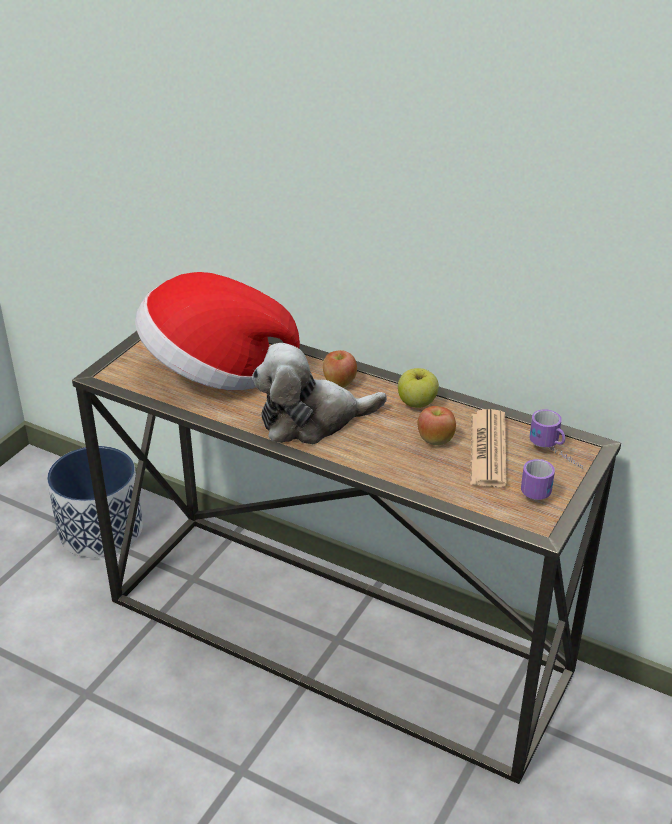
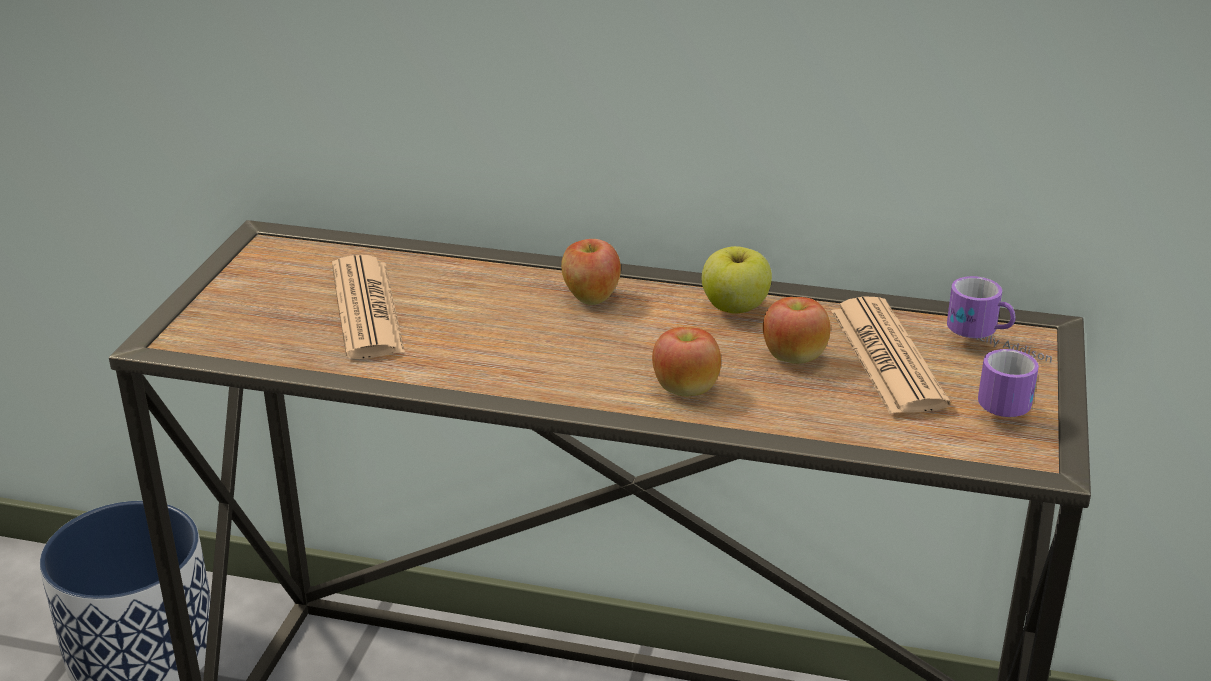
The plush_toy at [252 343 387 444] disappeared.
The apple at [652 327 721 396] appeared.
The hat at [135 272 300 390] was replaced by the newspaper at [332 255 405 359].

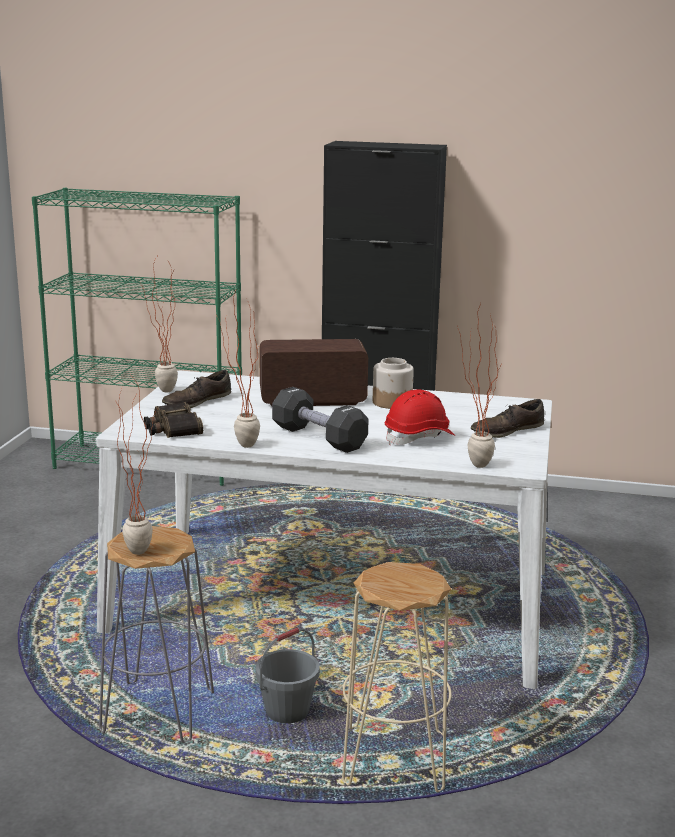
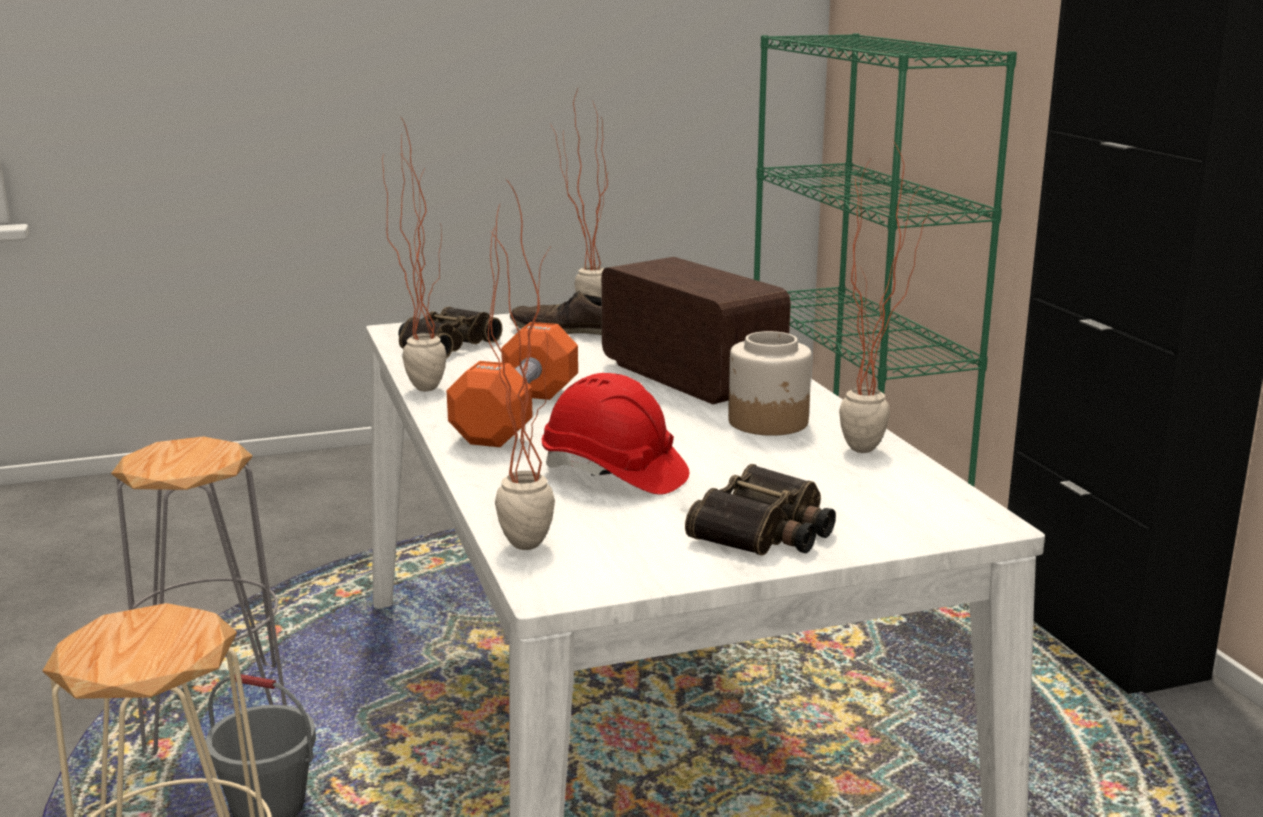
The potted_plant moved from [116 379 157 555] to [839 140 930 453].
The brown_shoe at [471 399 544 438] was replaced by the binoculars at [685 464 836 555].
The black_dumbbell at [272 387 369 453] became the orange_dumbbell at [447 322 578 447].

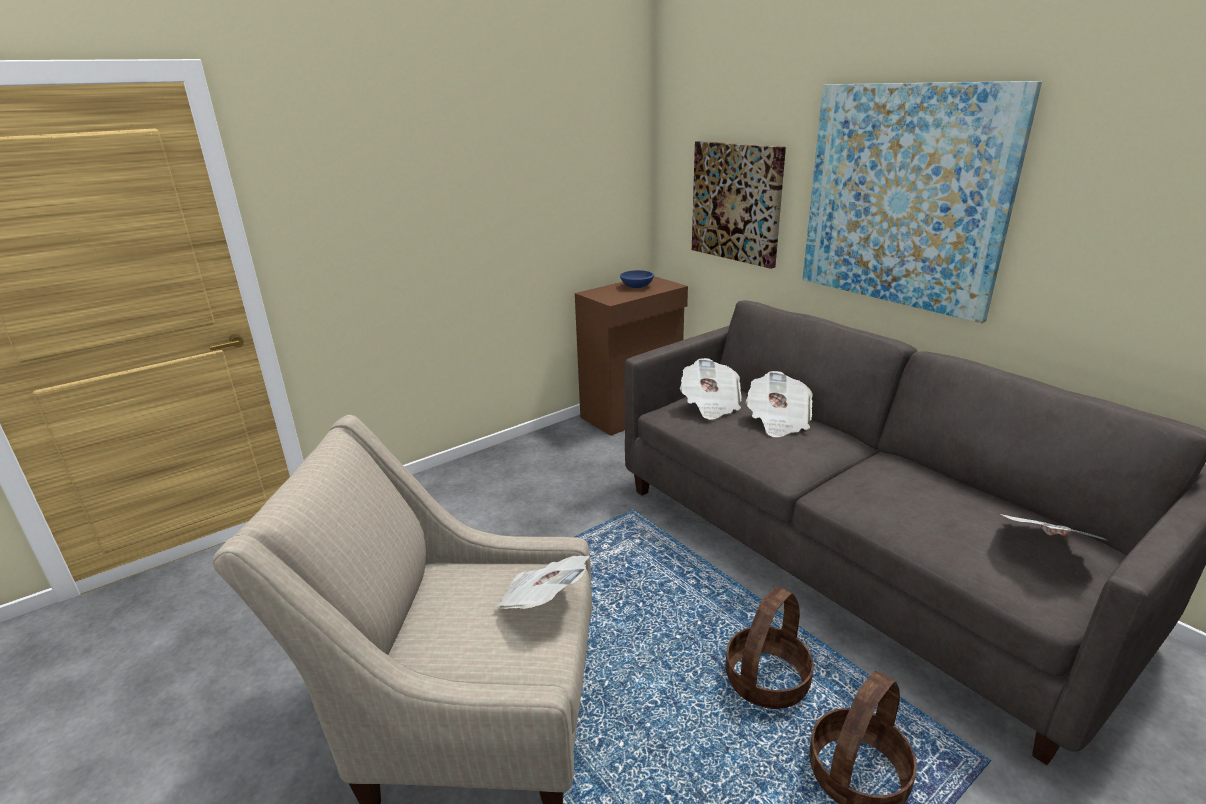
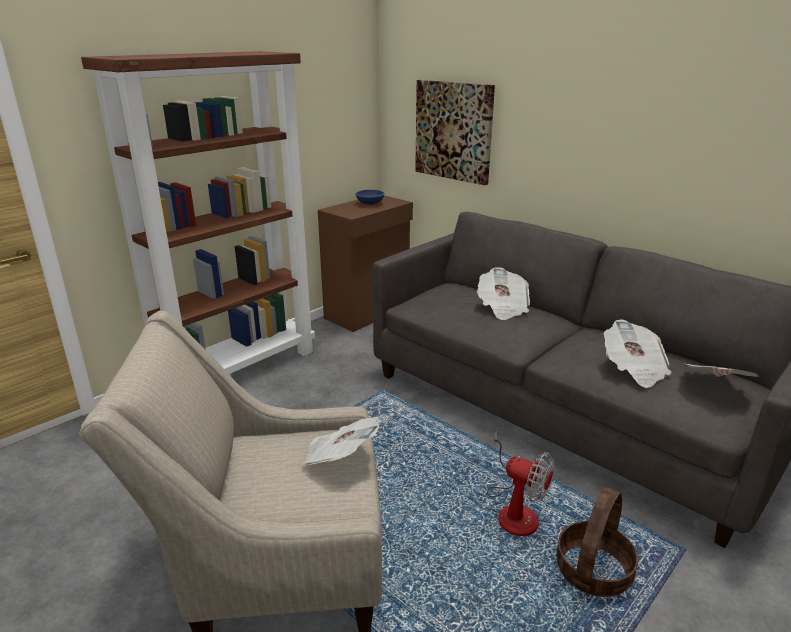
The picture at [802 81 1042 323] disappeared.
The brown_bookcase at [81 51 315 374] appeared.
The newspaper moved from [680 358 741 420] to [604 320 671 388].
The basket at [725 586 814 709] was replaced by the fan at [487 432 555 536].

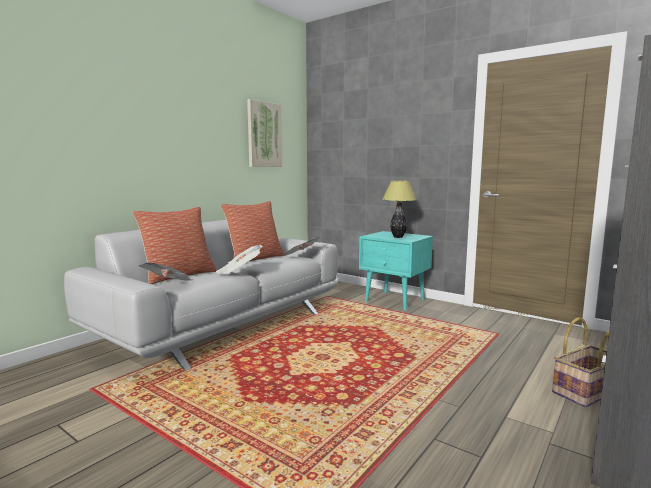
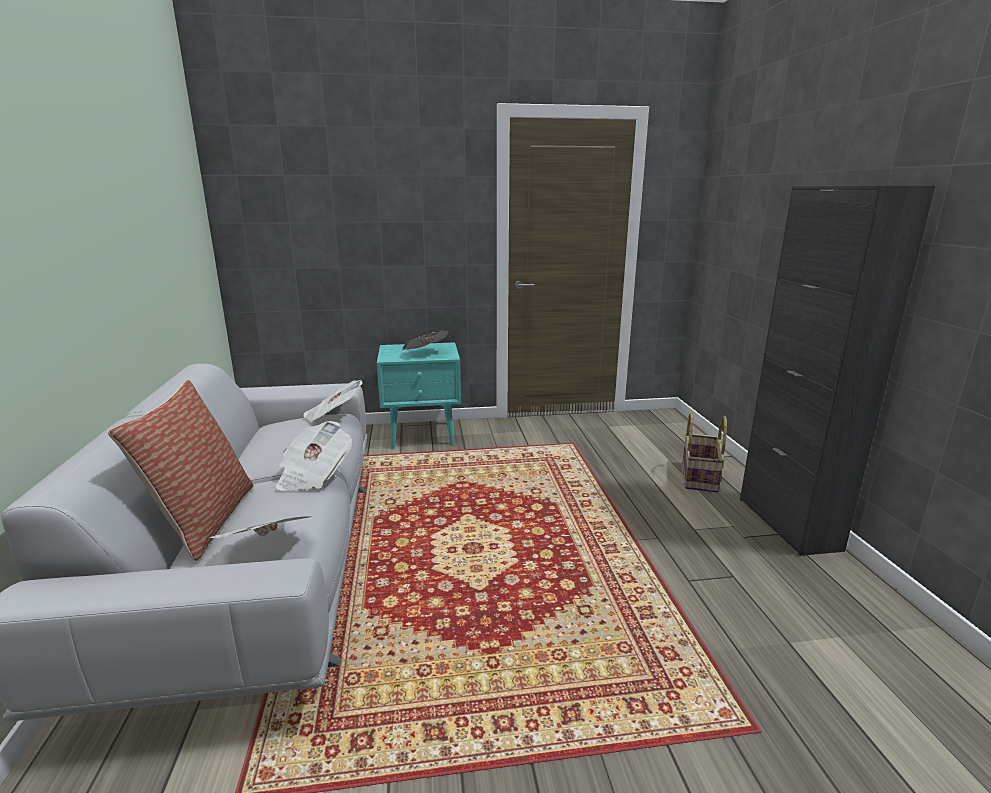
The pillow at [221 201 285 261] disappeared.
The picture at [247 99 282 167] disappeared.
The table_lamp at [382 181 417 238] was replaced by the newspaper at [402 330 449 350].

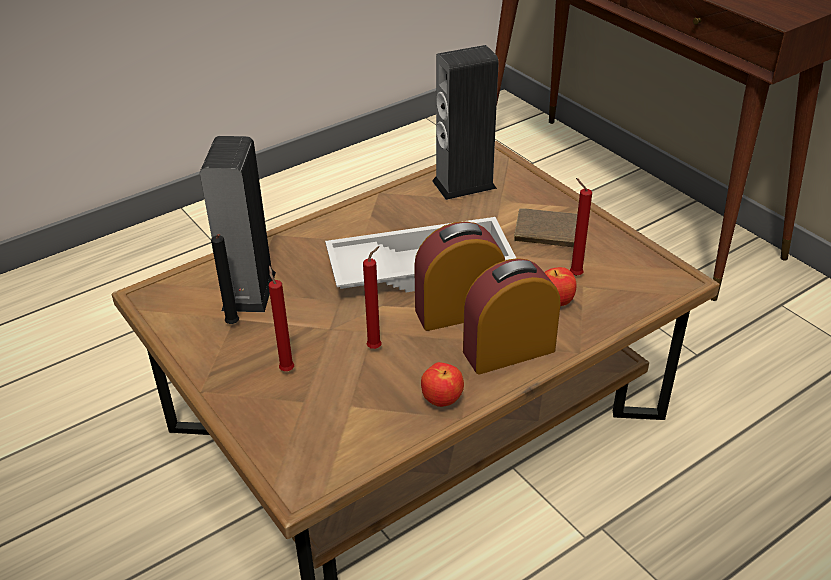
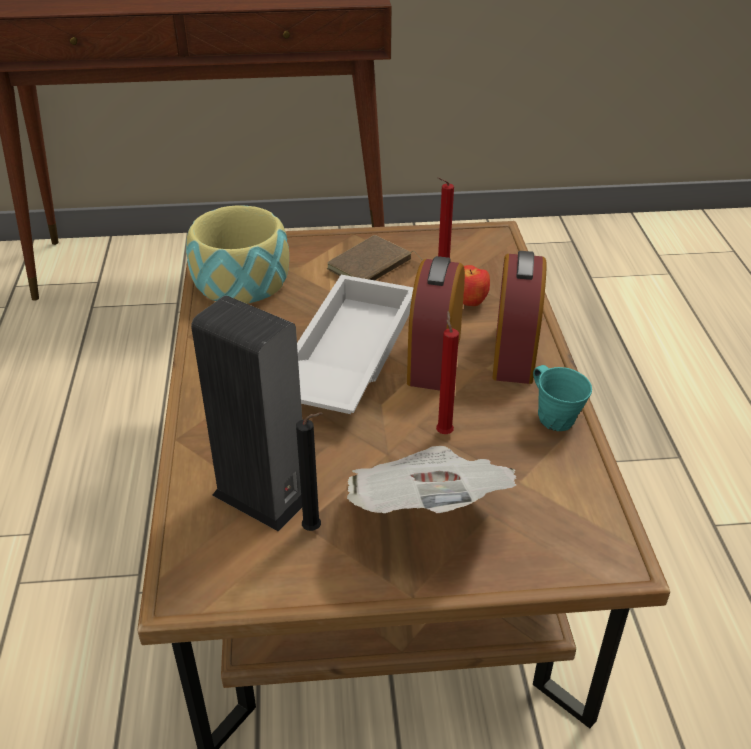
The red_candle at [269 266 294 371] was replaced by the newspaper at [347 446 516 513].
The apple at [421 362 464 407] was replaced by the turquoise_mug at [533 365 592 431].
The speaker at [432 45 499 200] was replaced by the bowl at [186 205 289 304].

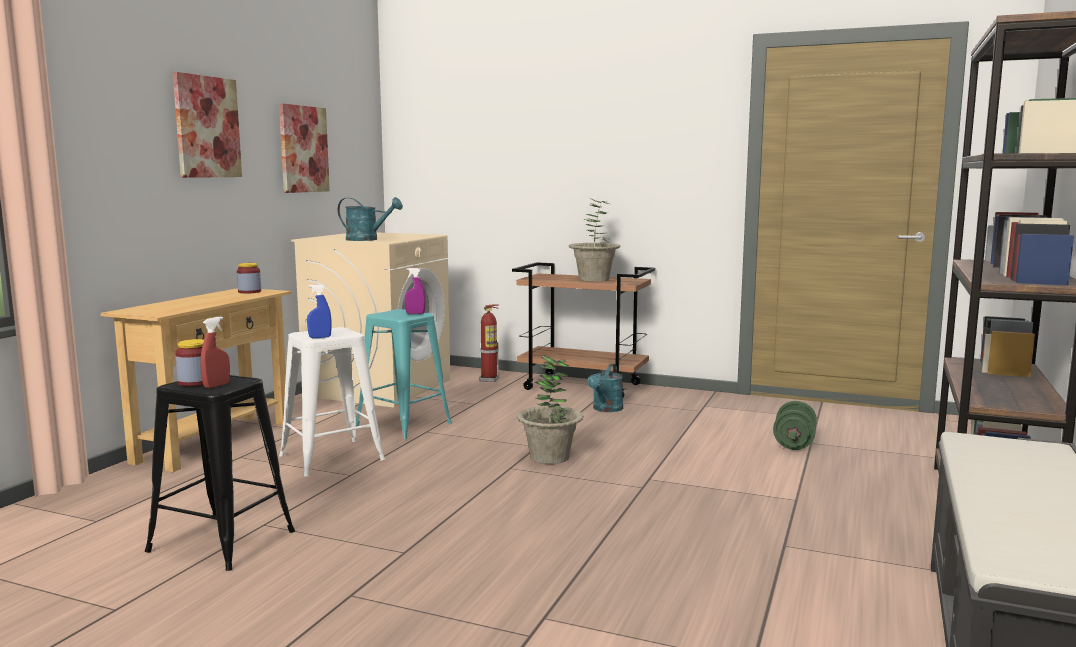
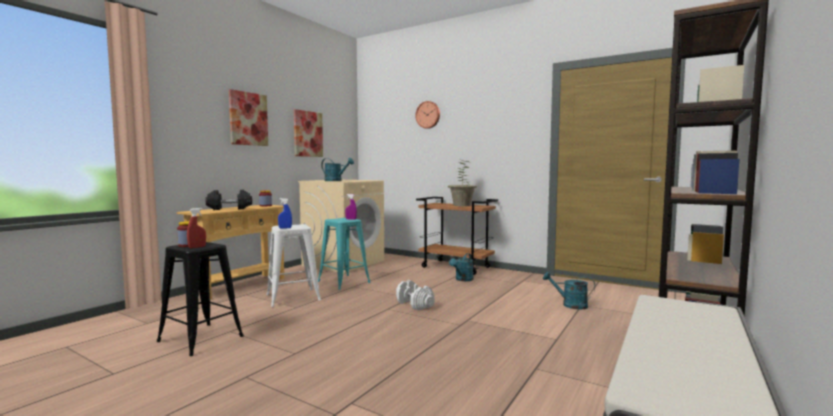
The fire_extinguisher at [479 305 499 382] disappeared.
The black_dumbbell at [206 190 252 210] appeared.
The wall_clock at [415 101 440 129] appeared.
The potted_plant at [517 355 583 464] was replaced by the white_dumbbell at [396 280 435 310].
The green_dumbbell at [773 401 817 450] was replaced by the turquoise_watering_can at [543 272 595 310].

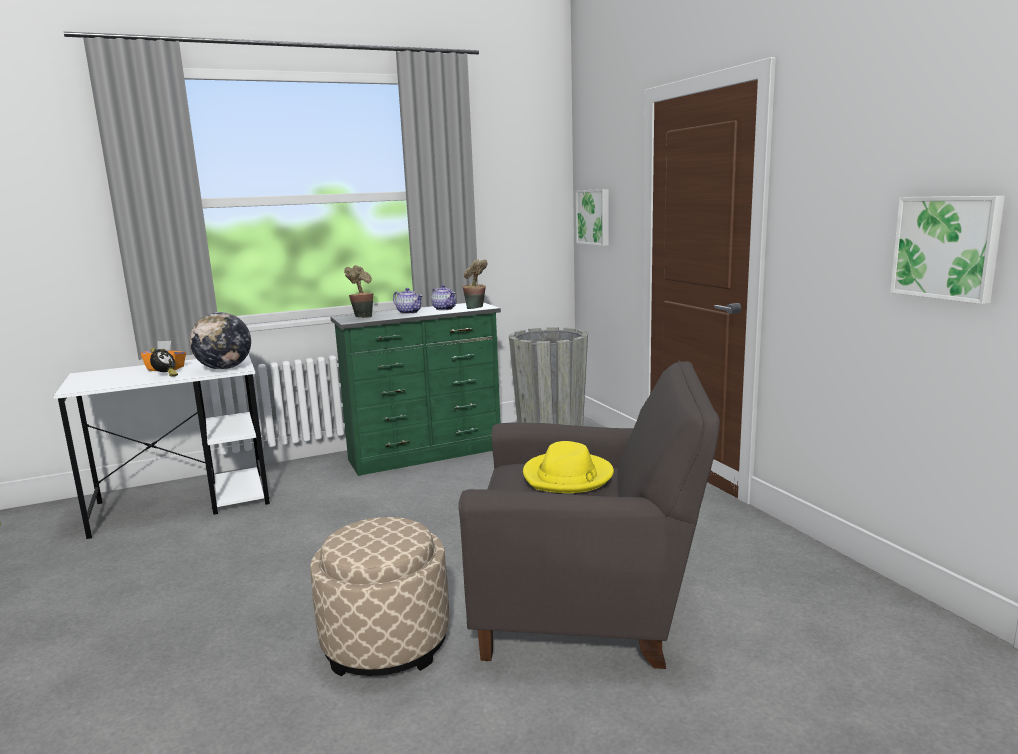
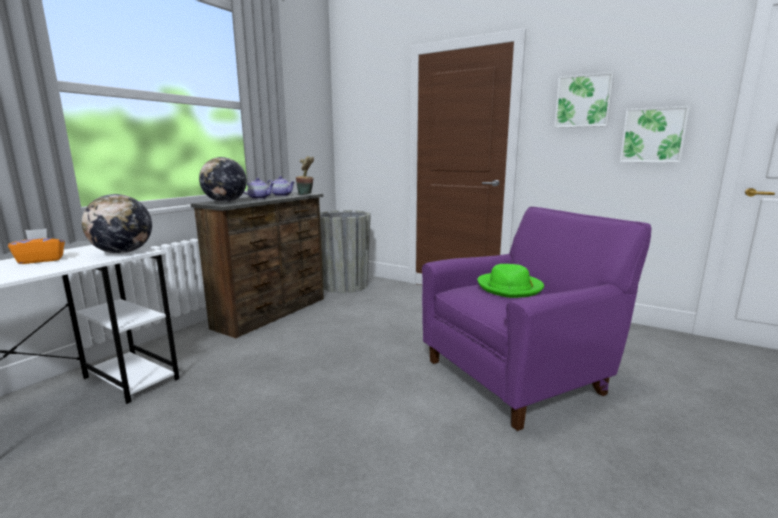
The alarm_clock at [150 348 178 376] disappeared.
The beige_ottoman at [310 517 449 676] disappeared.
The picture moved from [576 189 609 246] to [554 72 614 128].
The potted_plant at [344 265 374 318] was replaced by the globe at [199 157 247 202].
The green_dresser at [330 302 501 476] became the brown_dresser at [191 192 324 338].
The grey_armchair at [458 361 720 669] became the purple_armchair at [422 207 651 431].
The yellow_hat at [523 441 614 493] became the green_hat at [477 264 544 298].

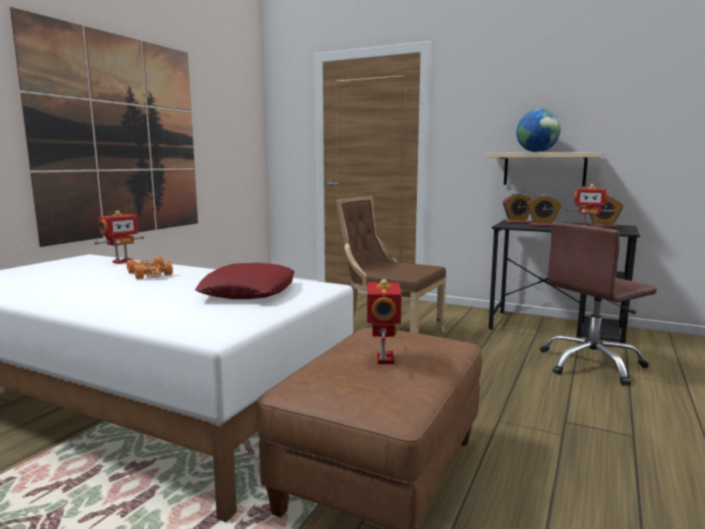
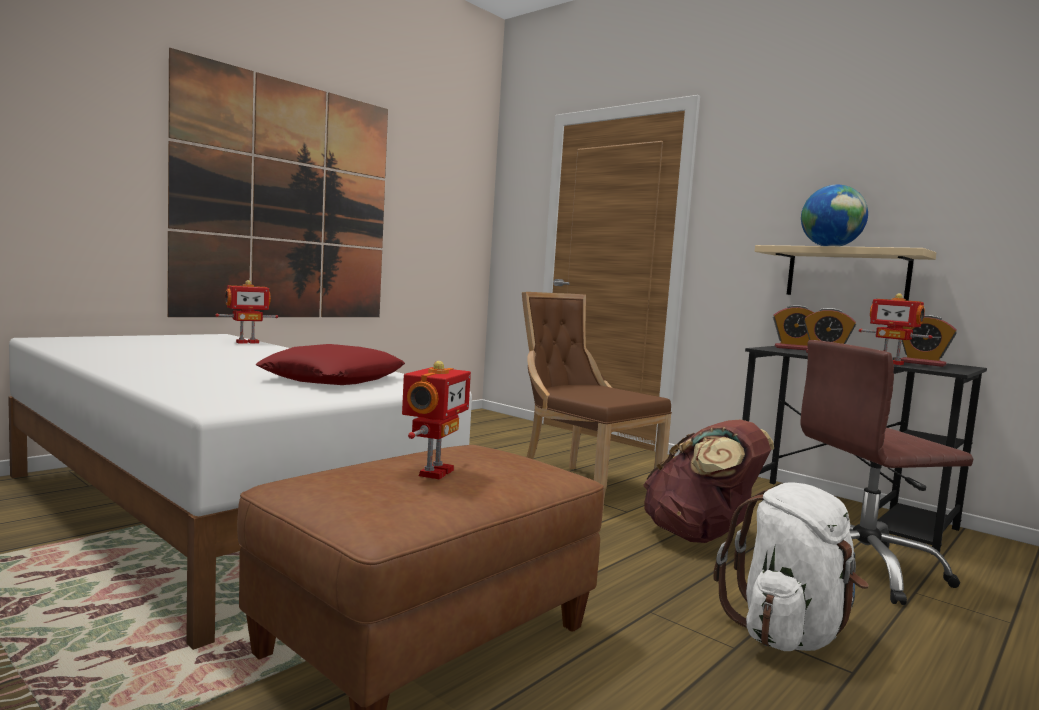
The orange_toy_car at [127 256 173 279] disappeared.
The brown_backpack at [643 419 774 543] appeared.
The white_backpack at [713 482 869 651] appeared.

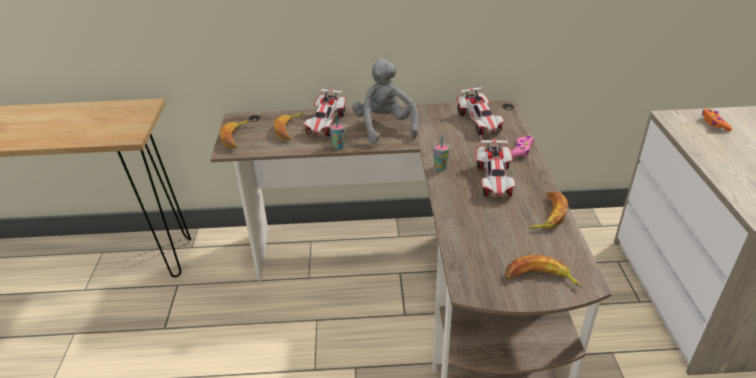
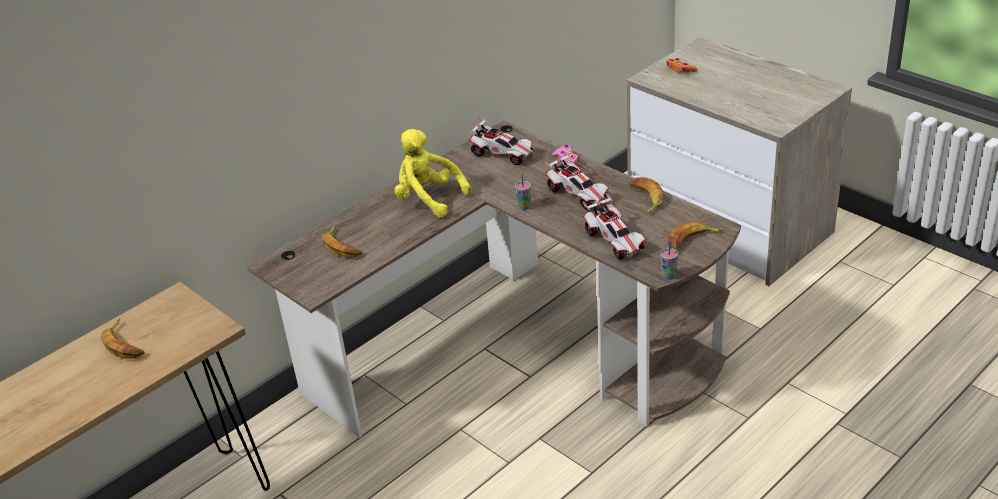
The banana moved from [220 120 251 148] to [101 319 144 359].
The toy_car moved from [304 84 346 137] to [583 193 646 260].
The cup moved from [330 115 345 149] to [660 242 678 280].
The grey_plush_toy at [352 59 419 144] became the yellow_plush_toy at [395 129 471 217].

